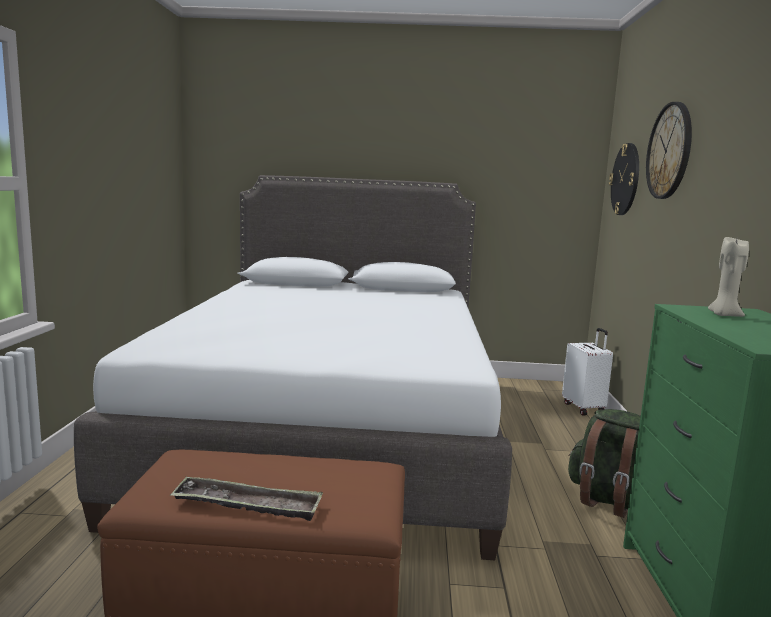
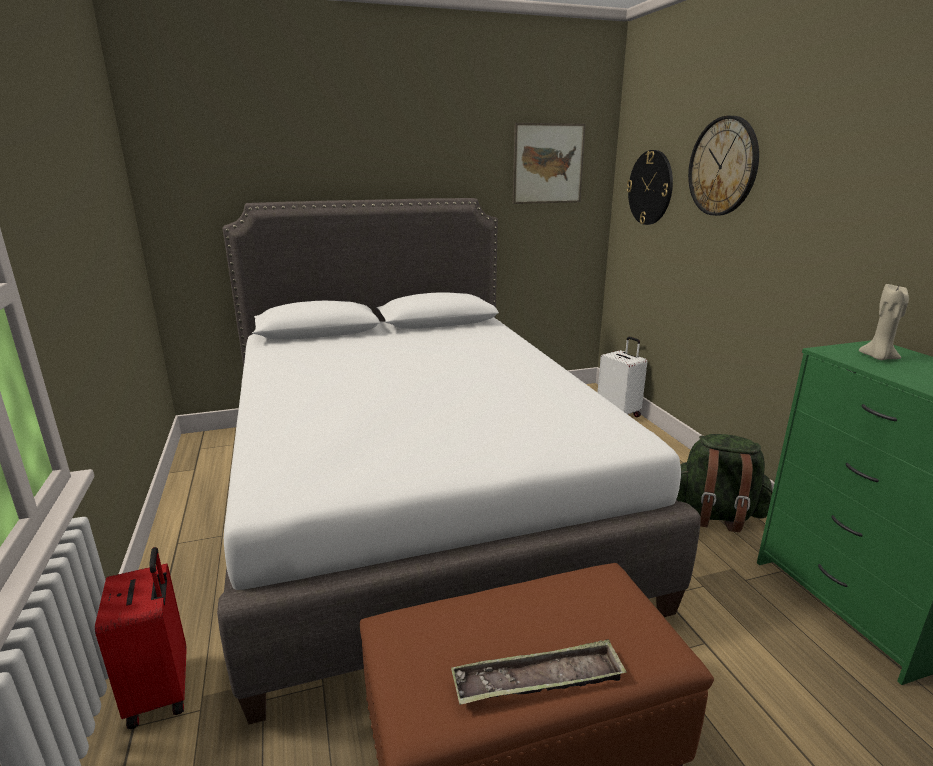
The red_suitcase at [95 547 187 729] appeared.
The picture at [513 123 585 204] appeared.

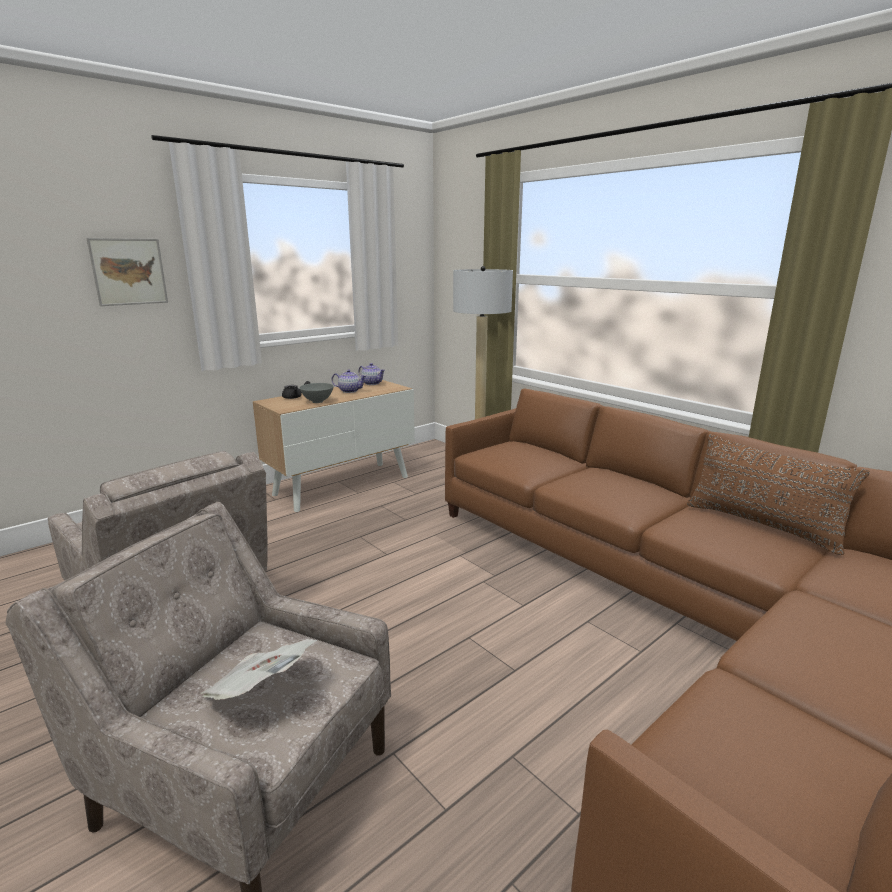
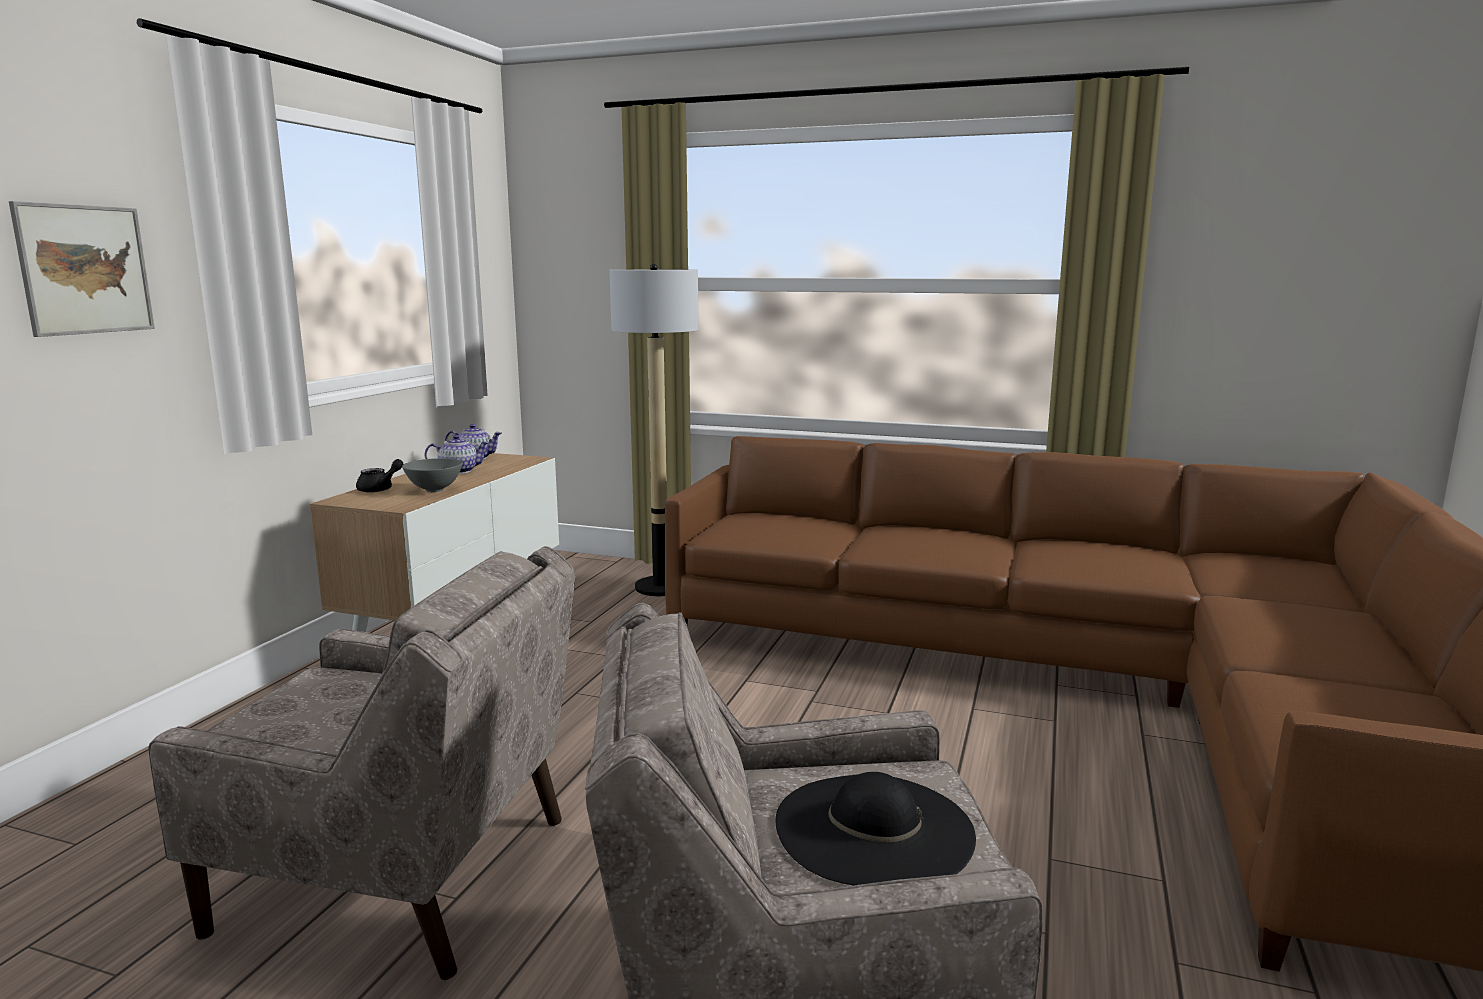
The brown_pillow at [687 434 870 555] disappeared.
The newspaper at [200 639 317 700] was replaced by the black_hat at [775 772 976 886].

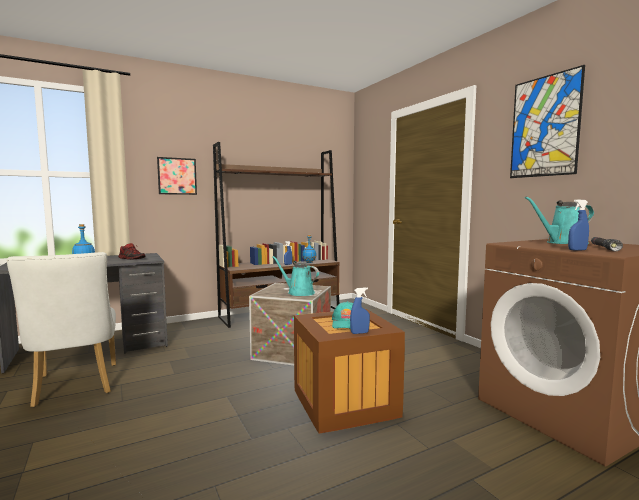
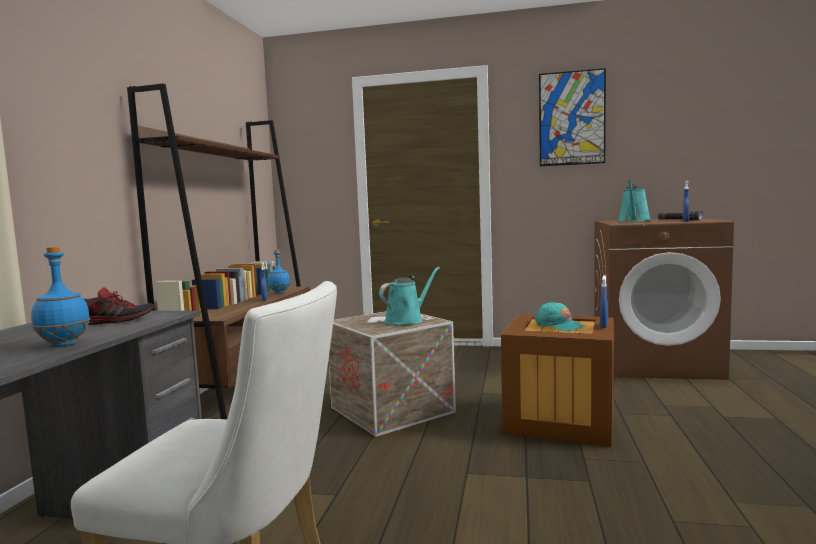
The picture at [157 157 197 195] disappeared.
The turquoise_watering_can at [272 256 319 296] turned 150 degrees clockwise.

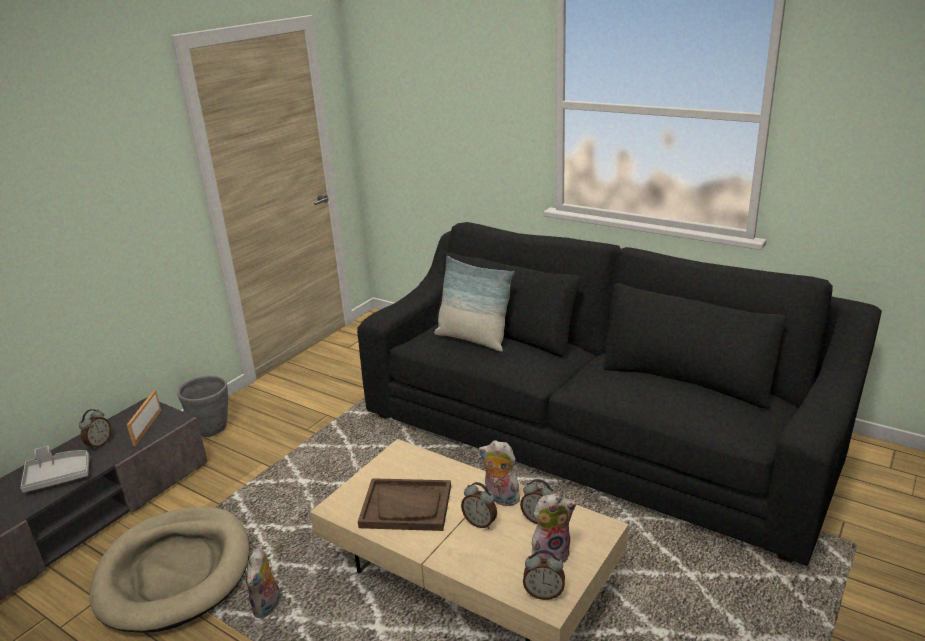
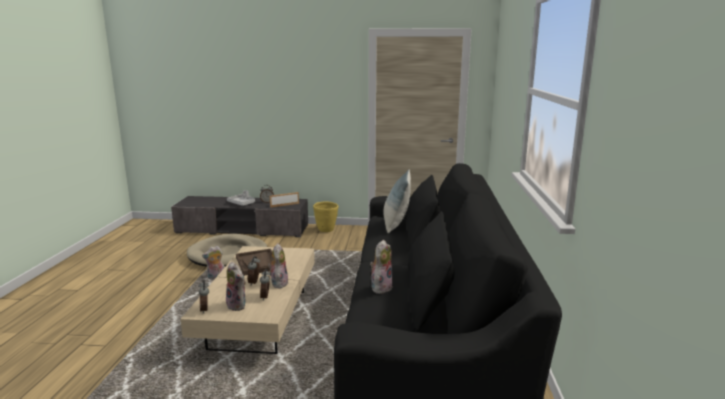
The plush_toy at [370 240 393 294] appeared.
The grey_planter at [177 376 228 437] became the yellow_planter at [313 201 339 232].

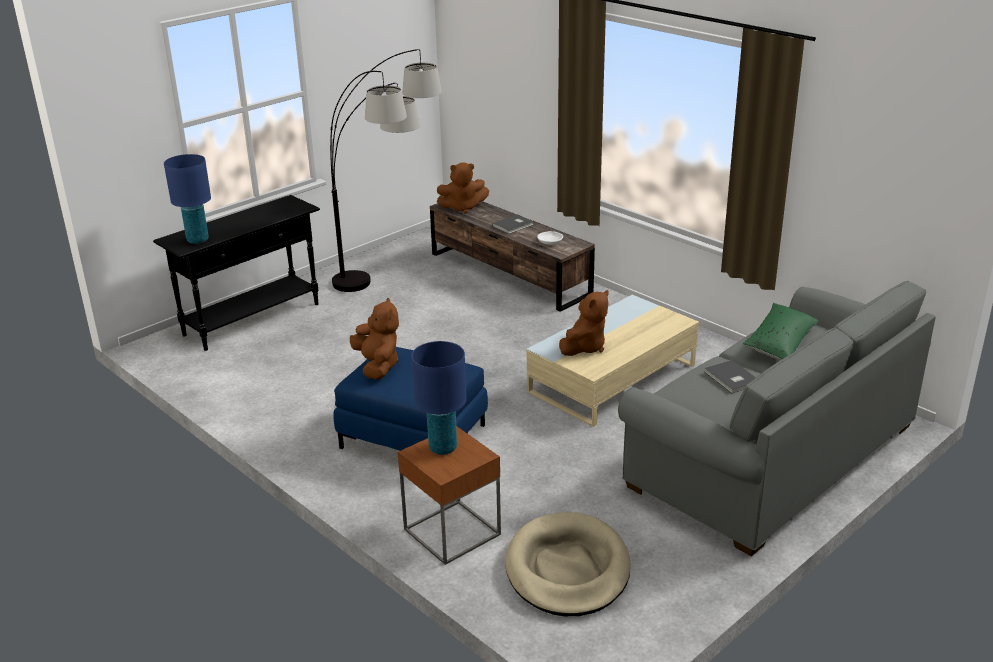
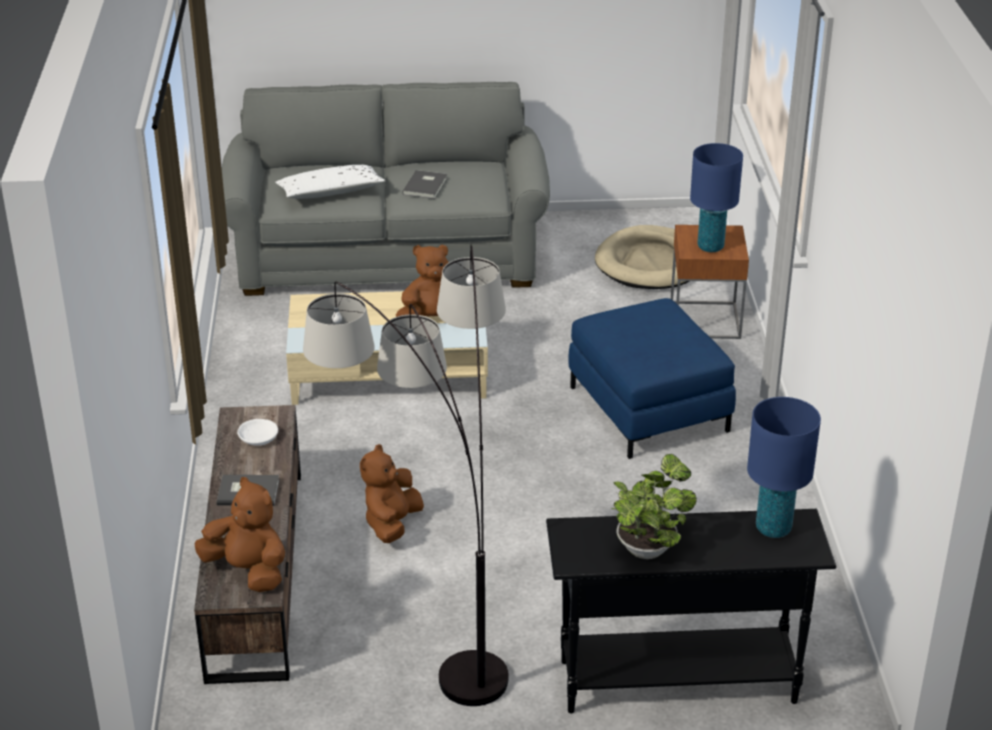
The potted_plant at [611 454 697 559] appeared.
The brown_plush_toy moved from [350 297 399 380] to [360 444 424 543].
The green_pillow at [743 303 819 360] became the white_pillow at [275 165 385 199].

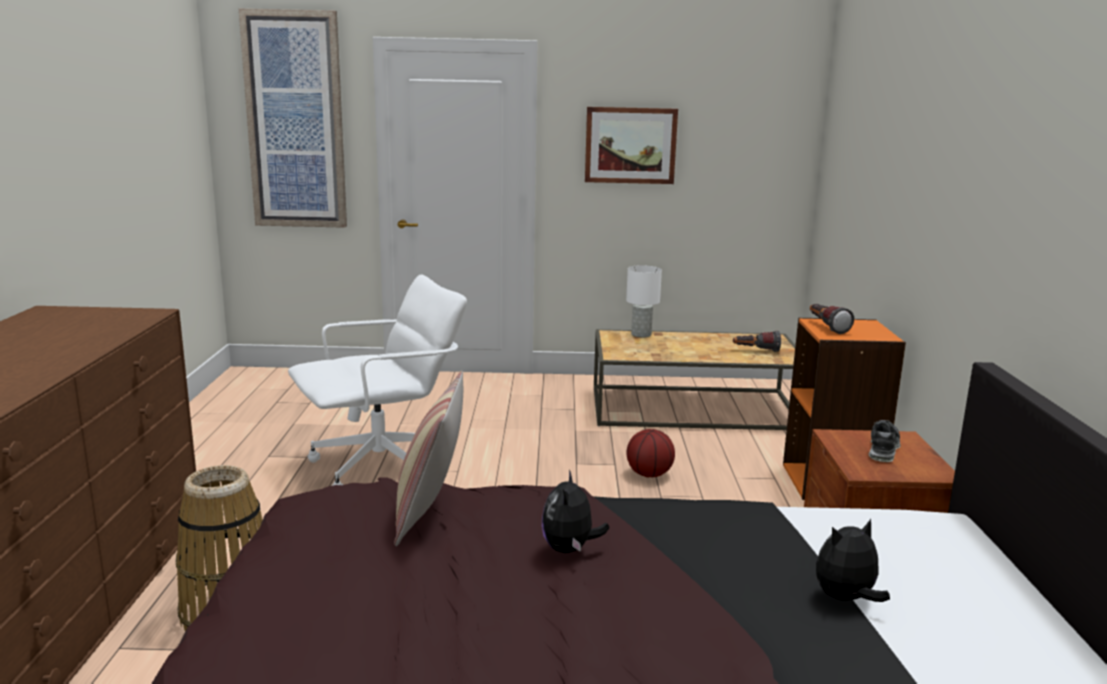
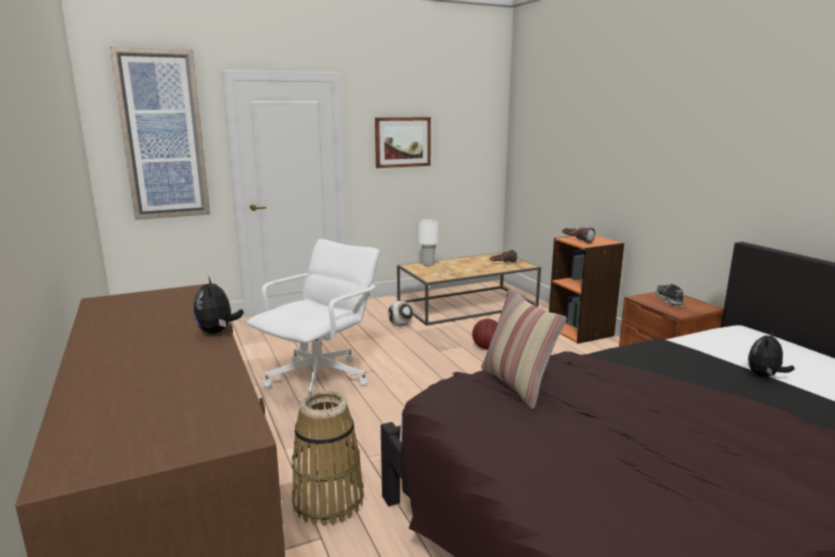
The football at [388 301 413 326] appeared.
The plush_toy moved from [542 470 609 553] to [193 276 244 334].

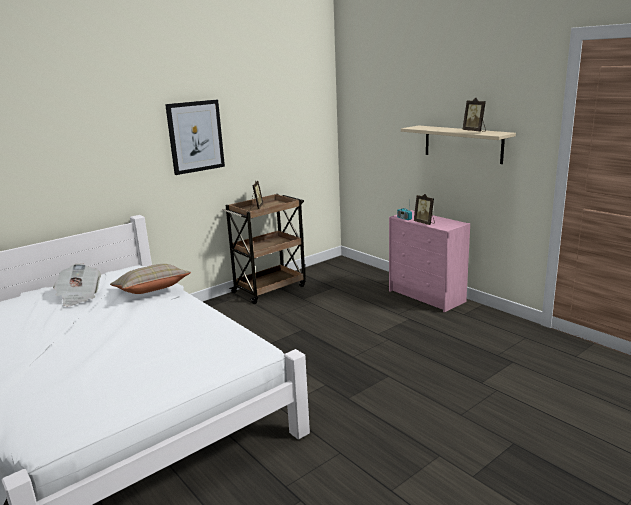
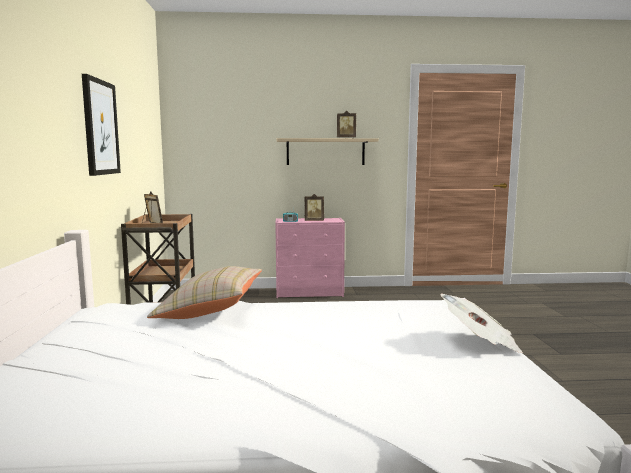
The newspaper moved from [53 263 101 307] to [441 294 523 353].

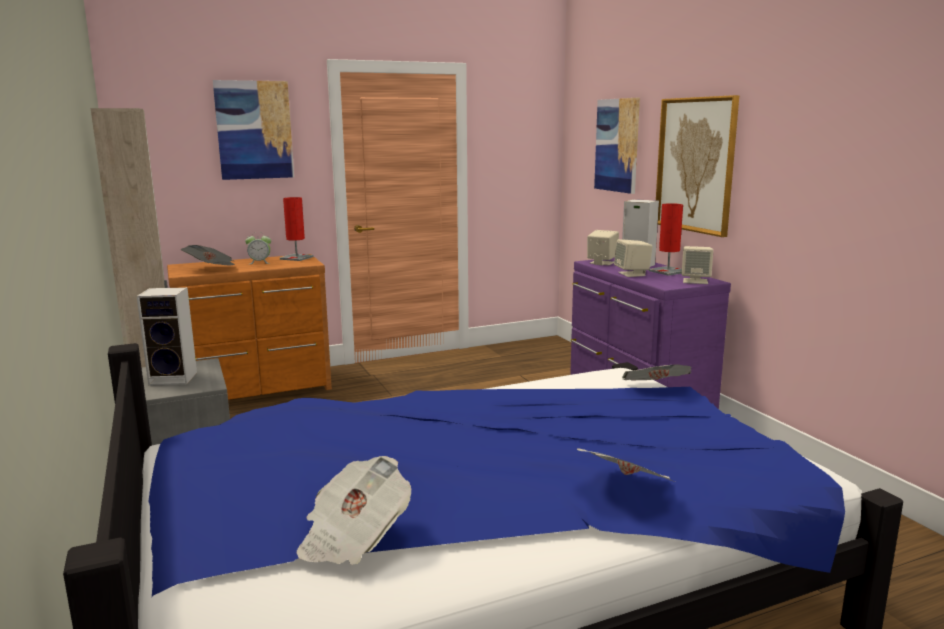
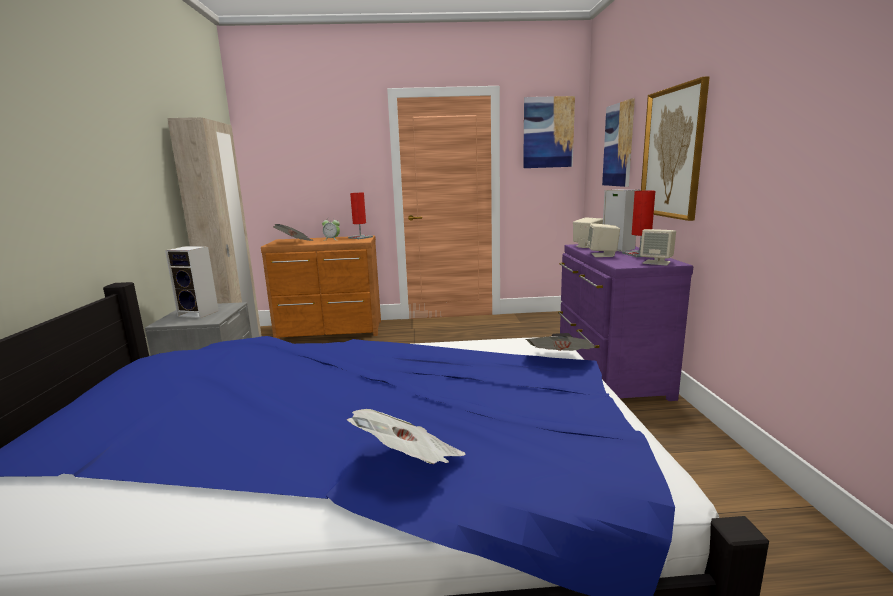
The newspaper at [296 456 411 565] disappeared.
The picture moved from [213 80 294 180] to [523 96 575 168].

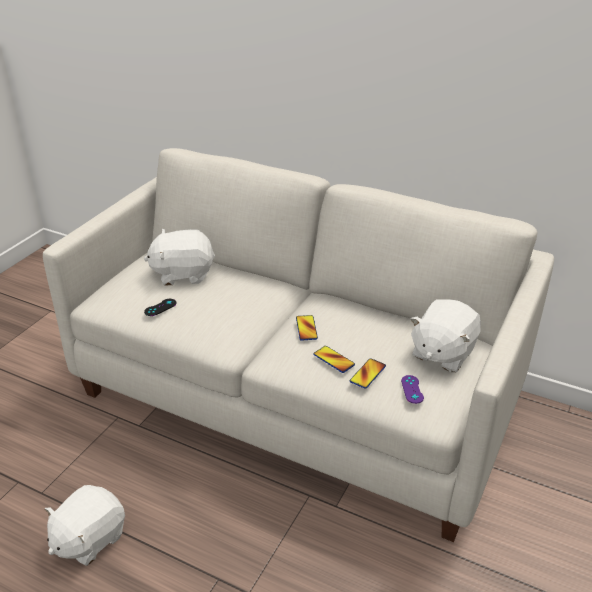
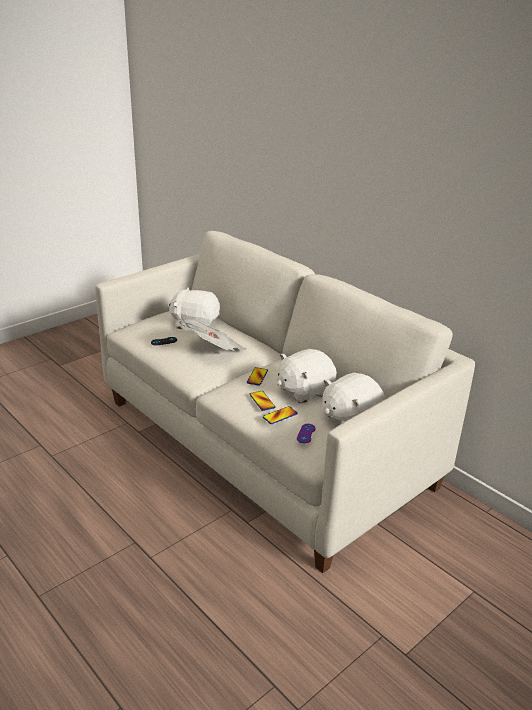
The newspaper at [182 319 246 351] appeared.
The white_plush_toy moved from [45 485 125 566] to [277 349 337 403].

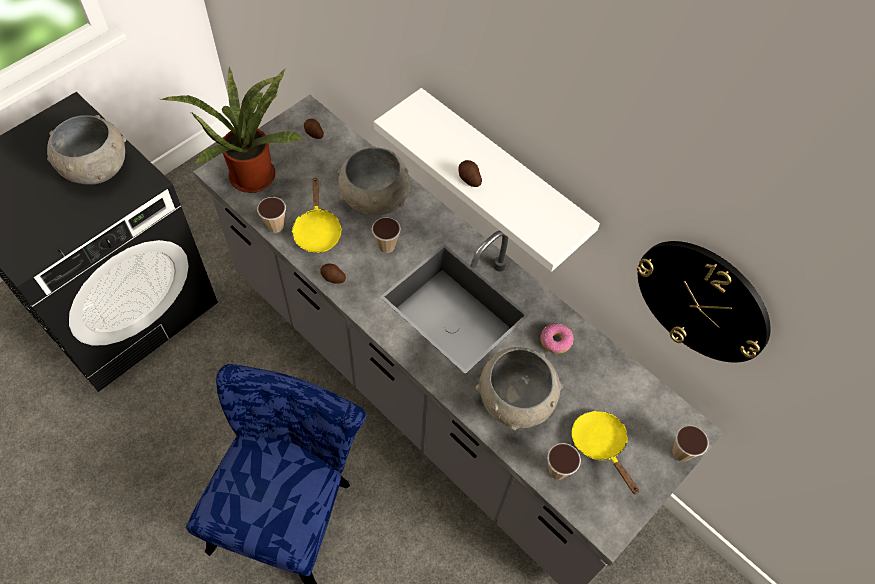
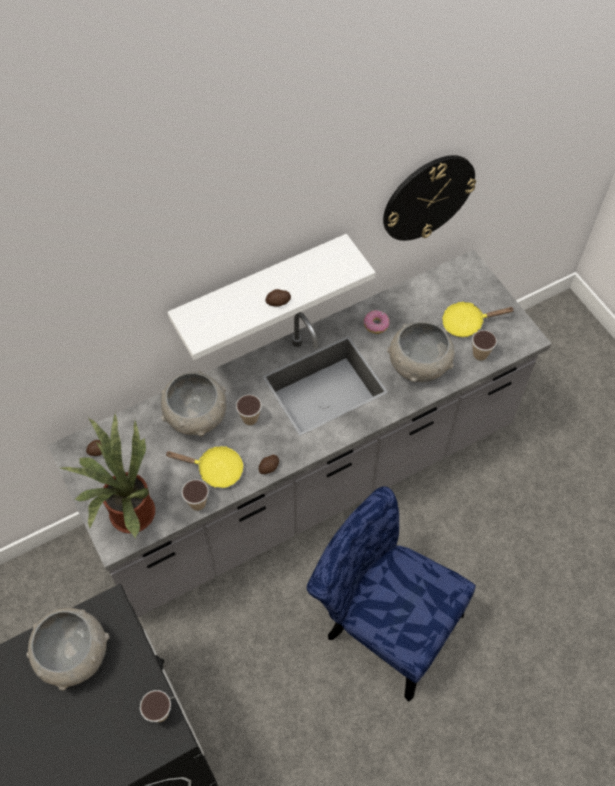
The cup moved from [672 425 709 462] to [140 690 171 722].

